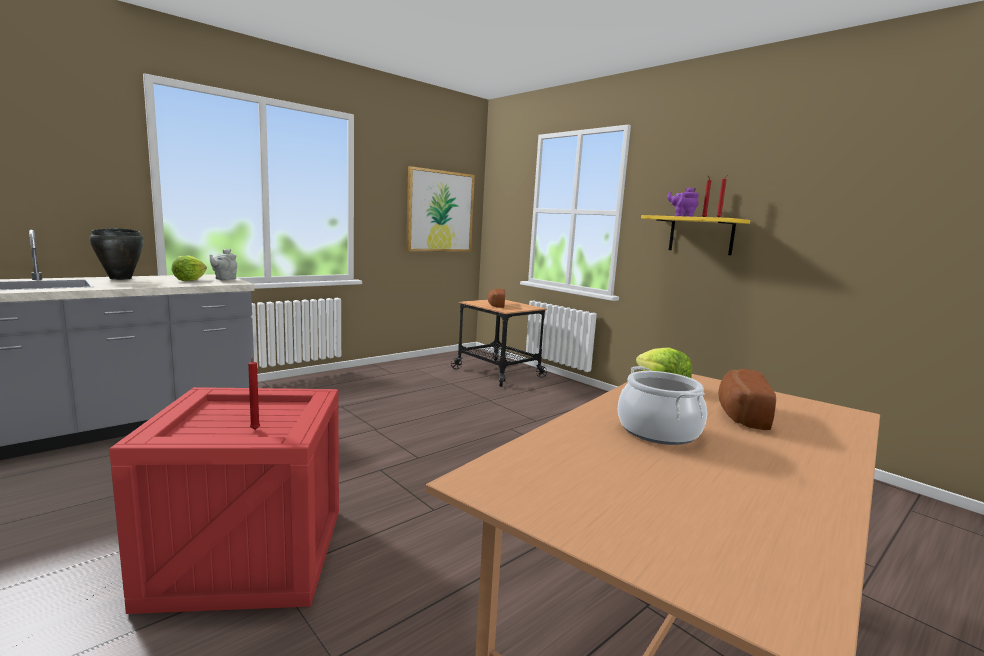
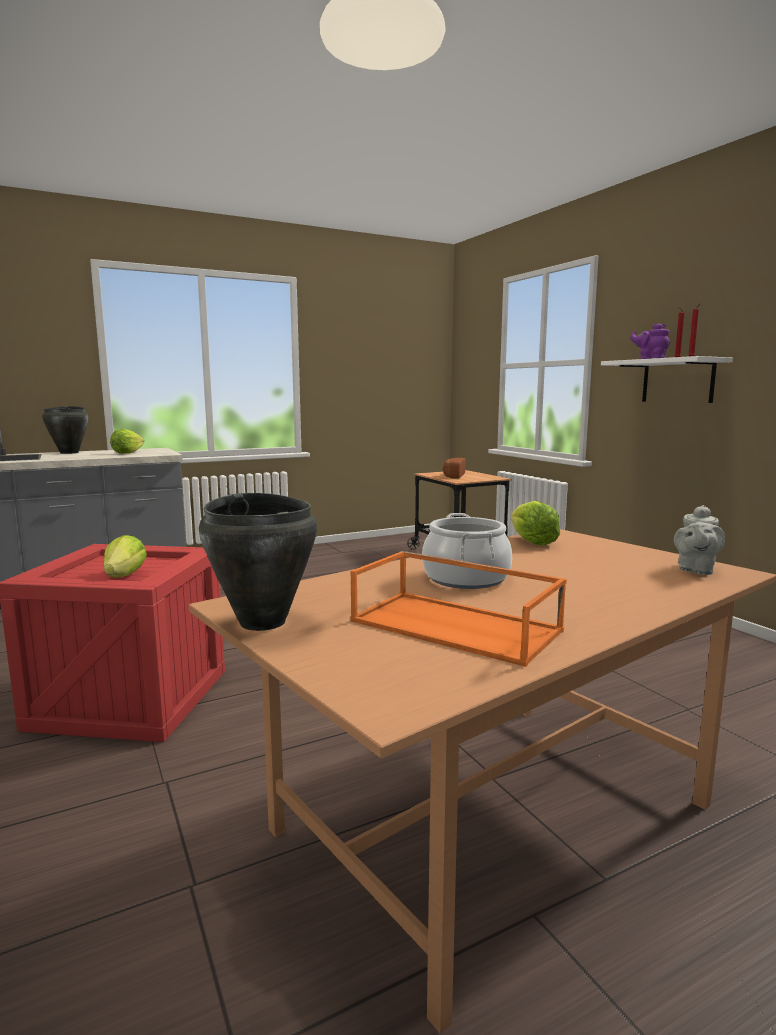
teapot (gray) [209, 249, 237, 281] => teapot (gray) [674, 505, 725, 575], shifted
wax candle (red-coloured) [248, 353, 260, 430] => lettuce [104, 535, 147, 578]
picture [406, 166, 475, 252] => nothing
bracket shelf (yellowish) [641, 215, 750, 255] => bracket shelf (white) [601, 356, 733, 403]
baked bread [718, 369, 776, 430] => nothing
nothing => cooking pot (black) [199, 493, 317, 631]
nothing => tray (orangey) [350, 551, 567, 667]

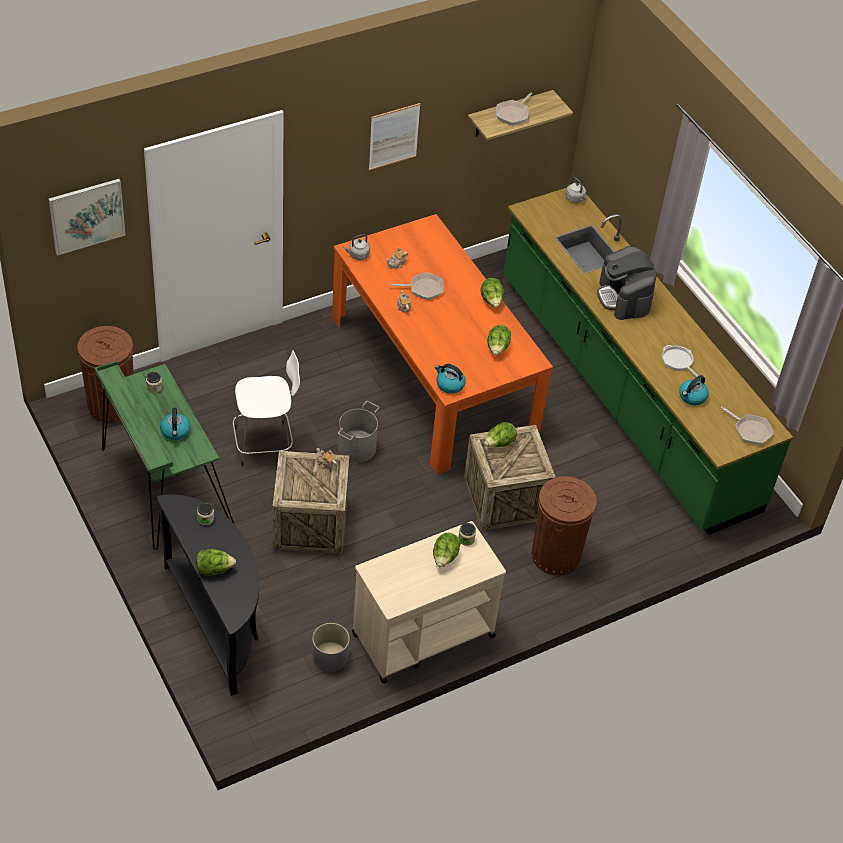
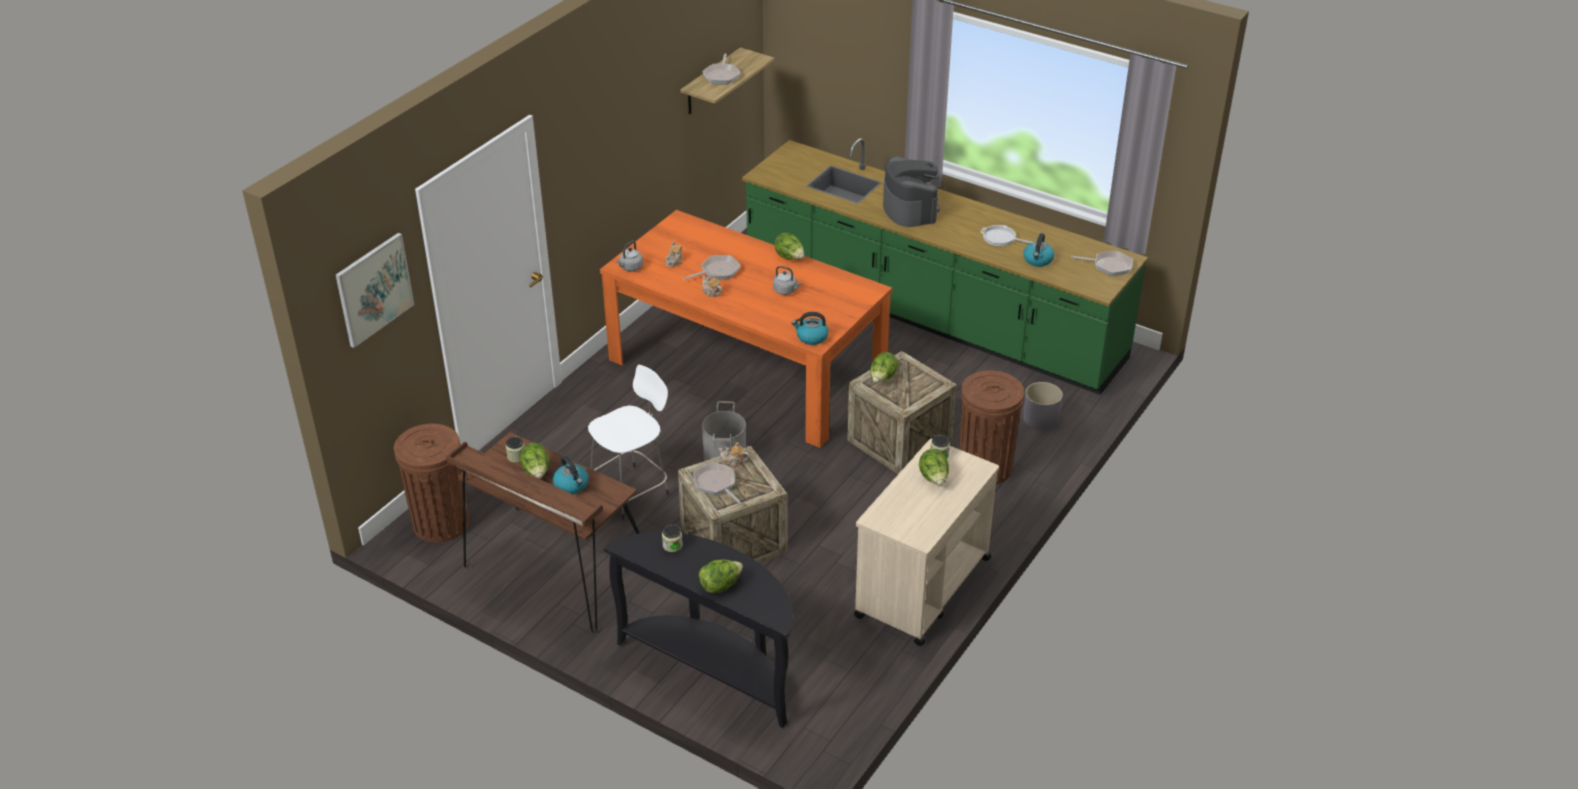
desk (green-coloured) [95, 361, 234, 550] => desk (brownish) [446, 432, 640, 633]
plant pot (gray) [312, 623, 350, 672] => plant pot (gray) [1023, 382, 1063, 430], shifted
picture [369, 103, 421, 170] => nothing
lettuce [487, 325, 511, 355] => lettuce [520, 443, 550, 479], shifted
tea kettle (gray) [565, 177, 587, 203] => tea kettle (gray) [773, 266, 802, 295], shifted
coffee maker [597, 246, 656, 320] => coffee maker [883, 156, 940, 227], 150 degrees counterclockwise
nothing => skillet [694, 462, 742, 505]

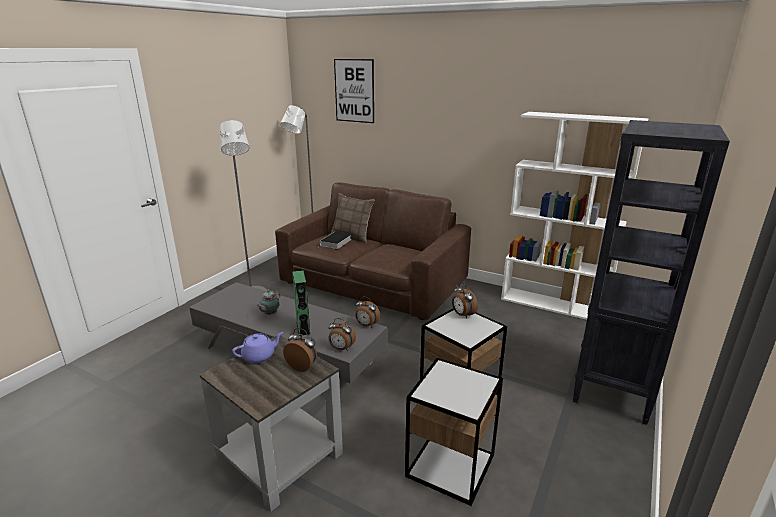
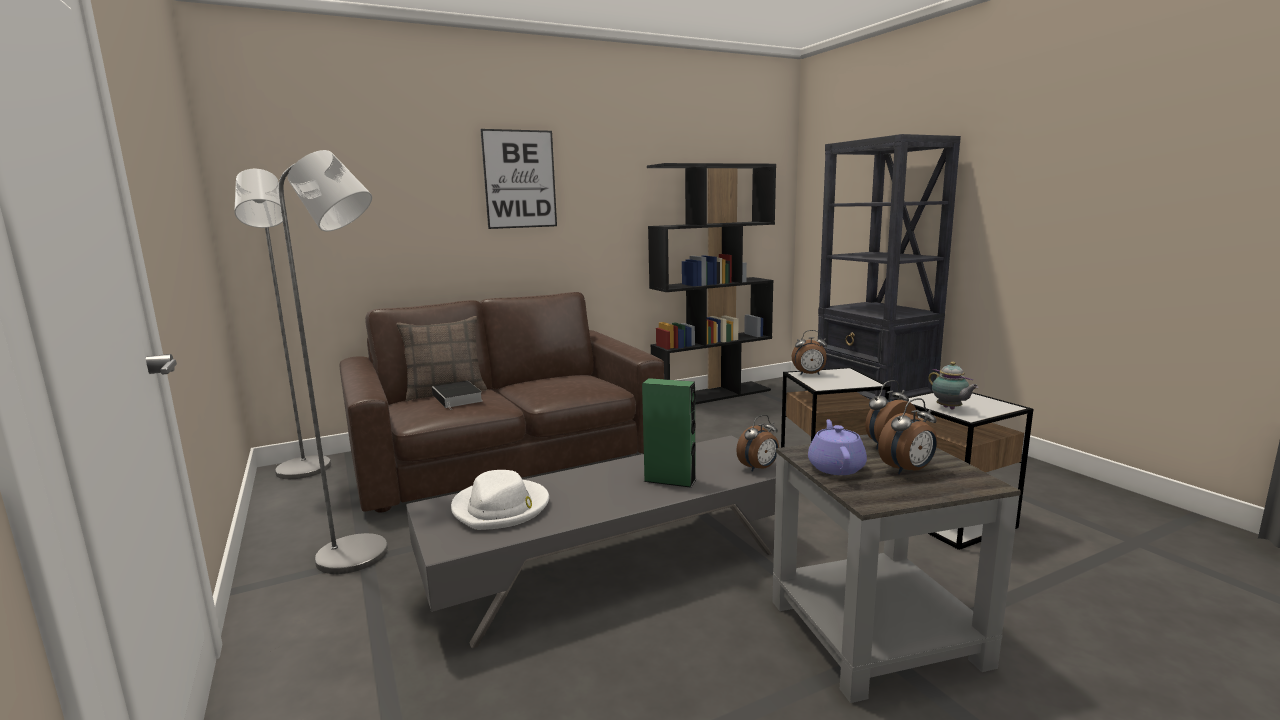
teapot [256, 289, 280, 315] => teapot [928, 362, 979, 409], shifted
picture [334, 59, 374, 123] => picture [480, 129, 557, 229], shifted
bedside clock [355, 296, 380, 327] => bedside clock [878, 398, 937, 474], shifted
bookshelf (white) [501, 112, 649, 320] => bookshelf (black) [647, 163, 776, 405]
nothing => clothing hat (white) [451, 470, 549, 530]

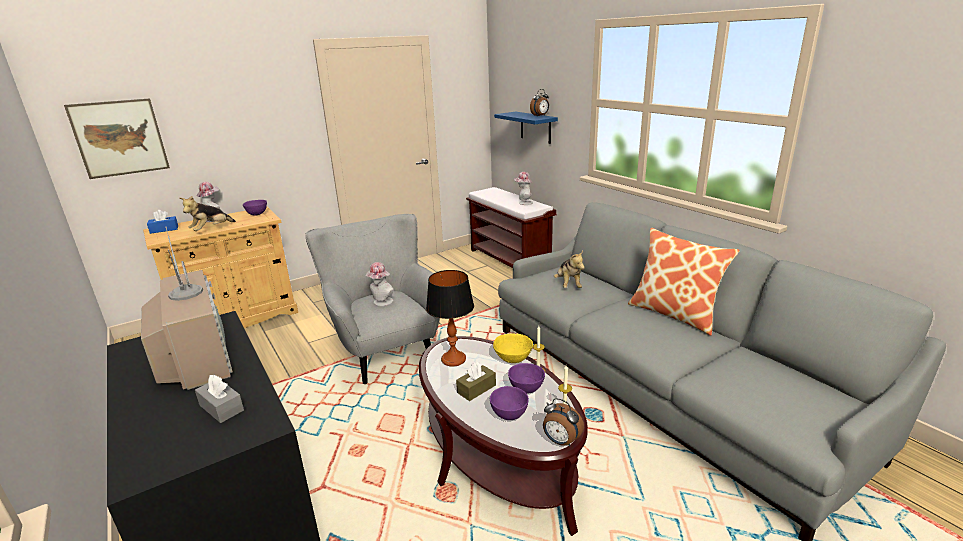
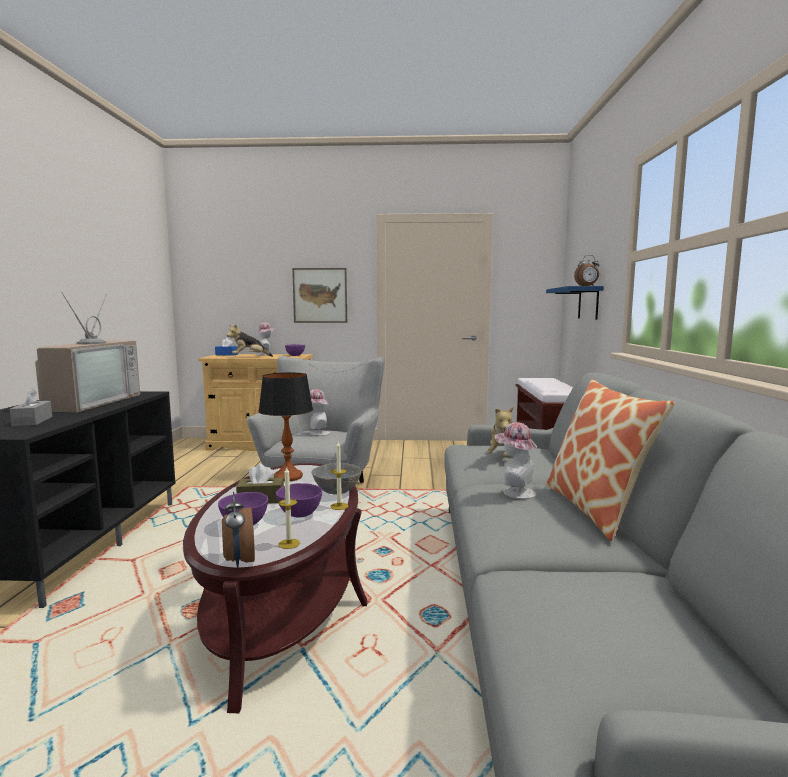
picture [64, 98, 170, 179] => picture [292, 268, 347, 323], shifted
bowl (yellowish) [493, 333, 533, 363] => bowl (gray) [312, 463, 362, 495]
clothing hat [514, 172, 533, 205] => clothing hat [494, 422, 537, 499], shifted

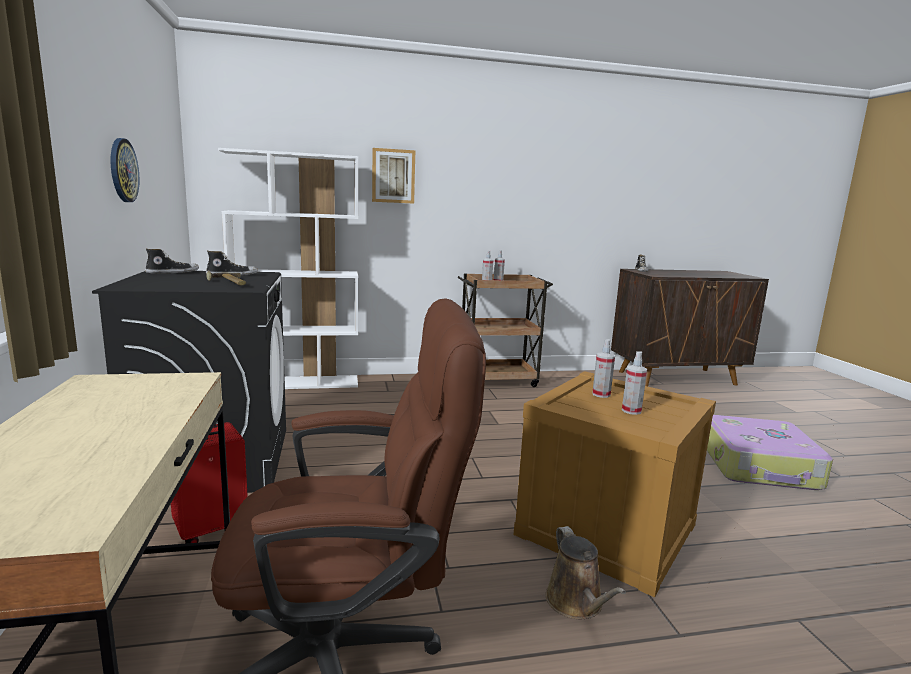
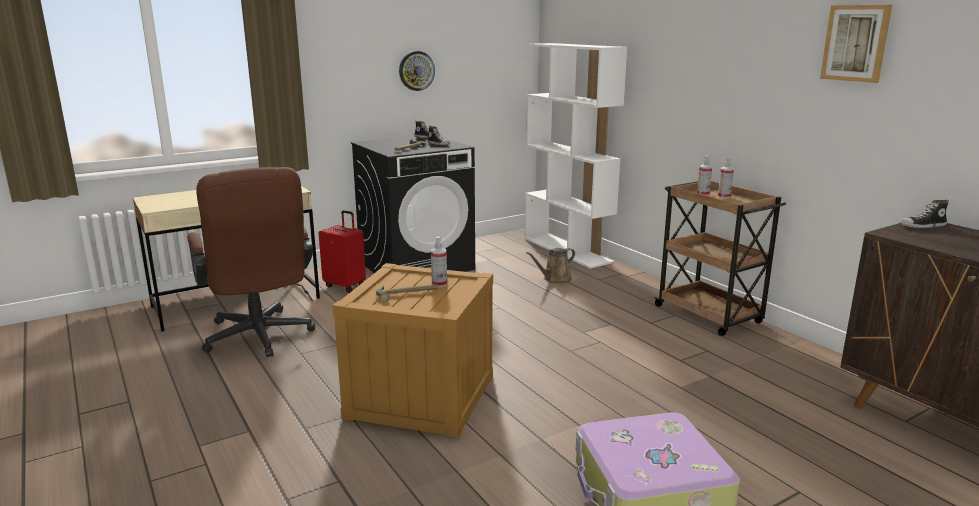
picture [372, 148, 415, 204] => picture [820, 5, 892, 83], shifted
sprinkling can (brownish) [545, 526, 626, 619] => sprinkling can (brownish) [526, 248, 575, 283], shifted
hand sprayer [622, 351, 647, 415] => hand hammer [376, 284, 438, 302]

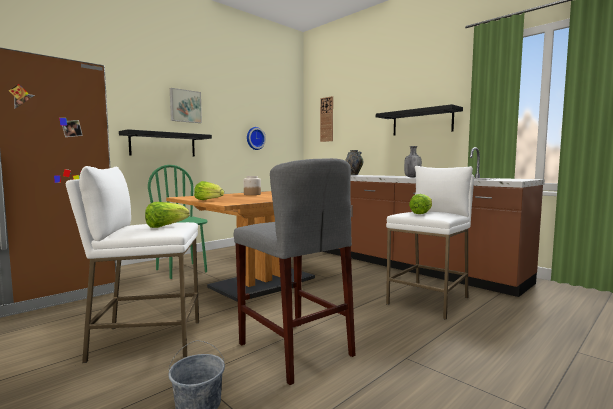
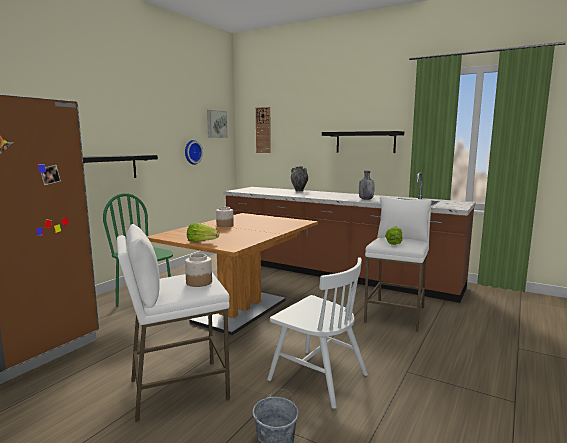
lettuce [145, 202, 190, 228] => preserve jar [185, 253, 212, 287]
picture [170, 88, 202, 123] => picture [207, 110, 228, 138], shifted
sitting stool (gray) [234, 158, 355, 385] => plain chair (white) [267, 257, 368, 409]

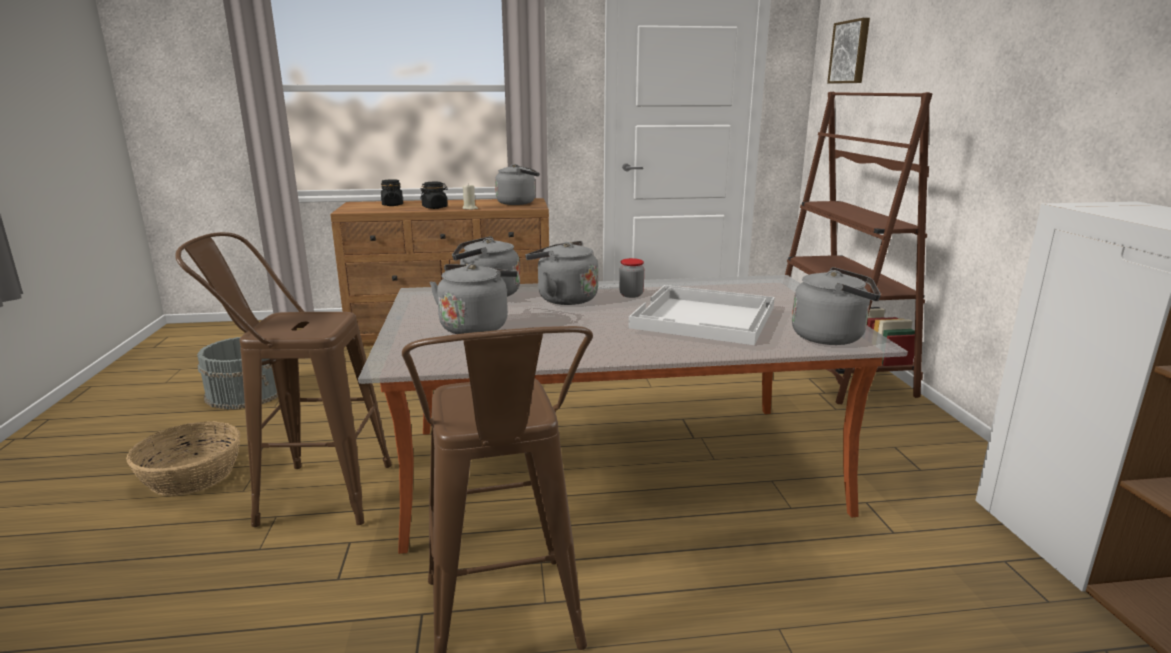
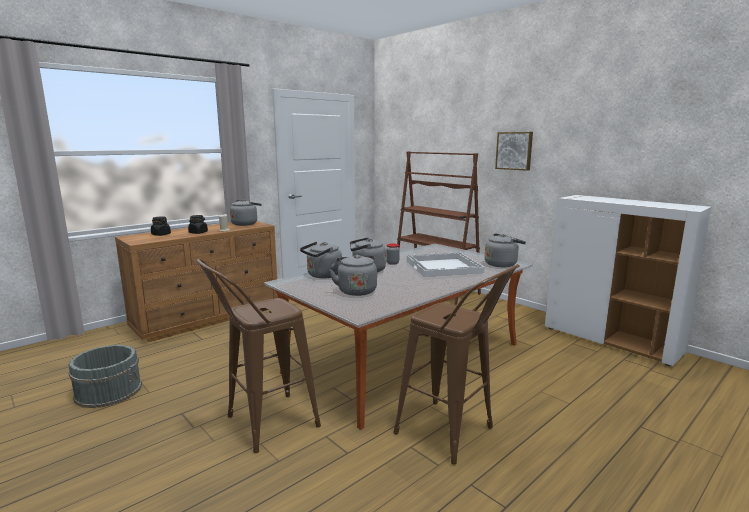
household basket [126, 421, 241, 496] => nothing
picture [827, 18, 870, 84] => picture [495, 132, 533, 171], shifted

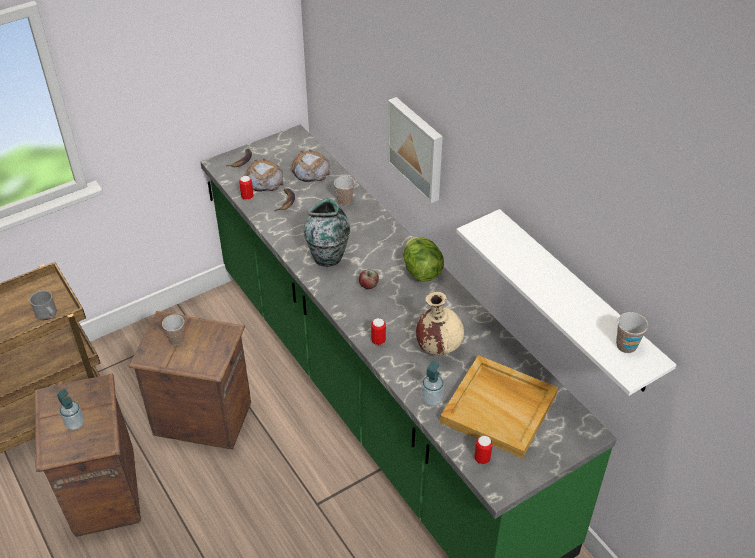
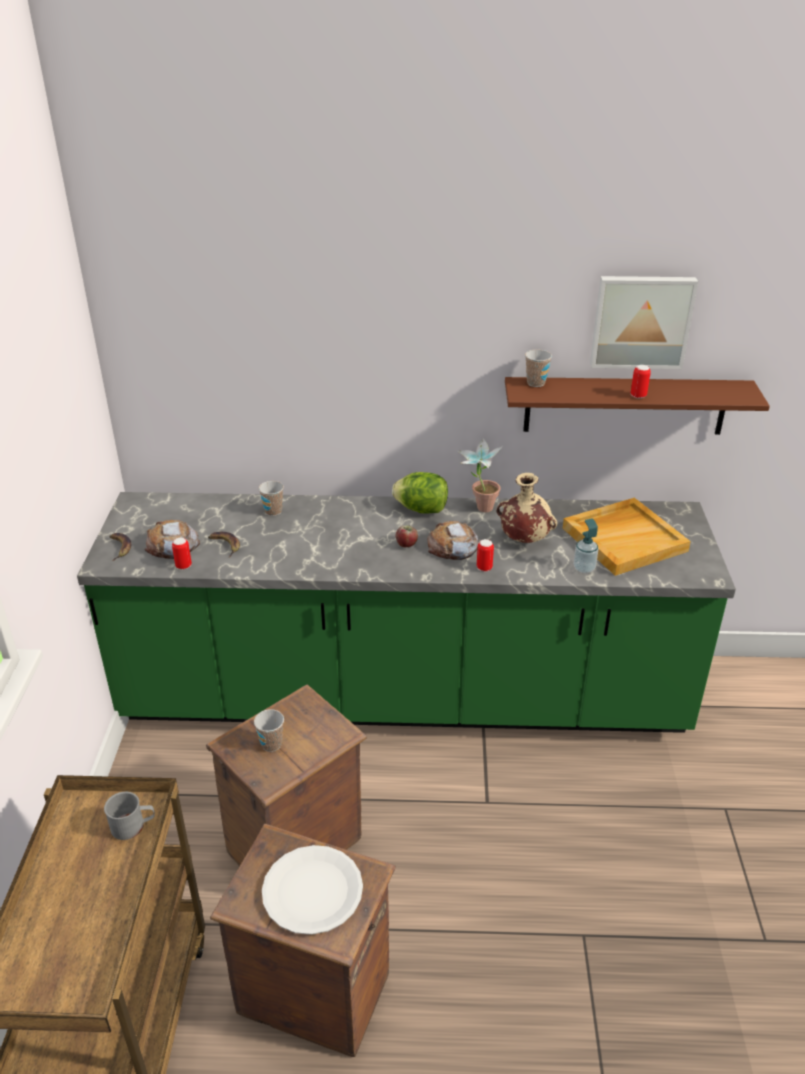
soap dispenser [57, 389, 84, 430] => dinner plate (white) [262, 845, 363, 935]
baked bread [292, 149, 330, 182] => baked bread [427, 521, 479, 560], shifted
vase [304, 198, 350, 267] => nothing
picture [387, 97, 443, 203] => picture [590, 276, 698, 369], shifted
bracket shelf (white) [456, 209, 676, 396] => bracket shelf (brownish) [505, 377, 770, 435]
sealed can [474, 436, 493, 464] => sealed can [631, 365, 651, 399], shifted
drinking cup [616, 312, 648, 353] => drinking cup [525, 350, 552, 387], shifted
nothing => plant in a pot [457, 438, 502, 512]

